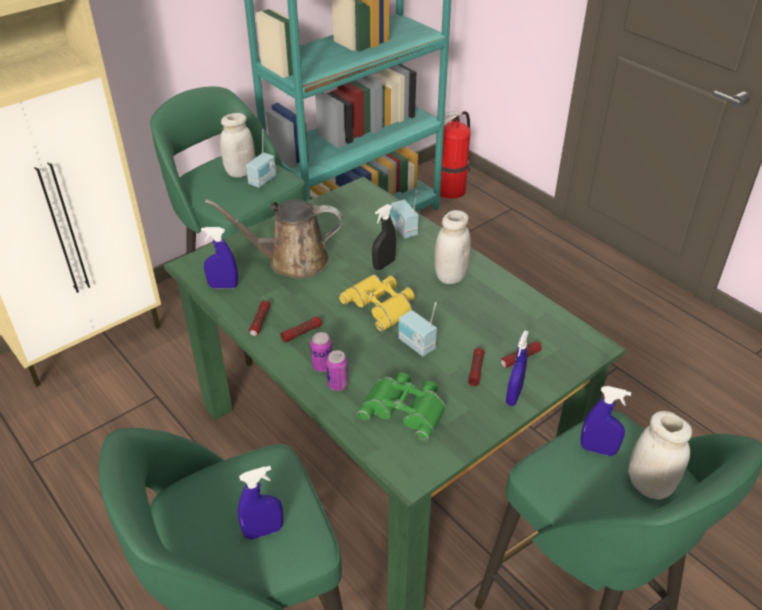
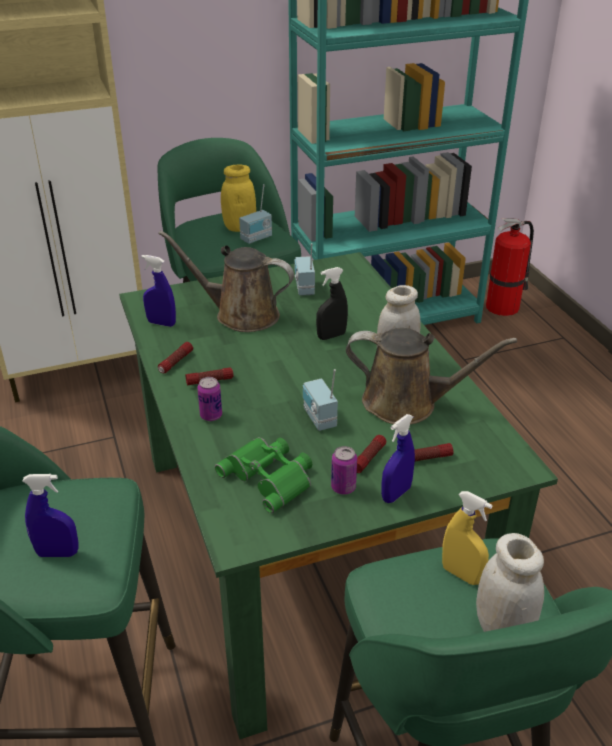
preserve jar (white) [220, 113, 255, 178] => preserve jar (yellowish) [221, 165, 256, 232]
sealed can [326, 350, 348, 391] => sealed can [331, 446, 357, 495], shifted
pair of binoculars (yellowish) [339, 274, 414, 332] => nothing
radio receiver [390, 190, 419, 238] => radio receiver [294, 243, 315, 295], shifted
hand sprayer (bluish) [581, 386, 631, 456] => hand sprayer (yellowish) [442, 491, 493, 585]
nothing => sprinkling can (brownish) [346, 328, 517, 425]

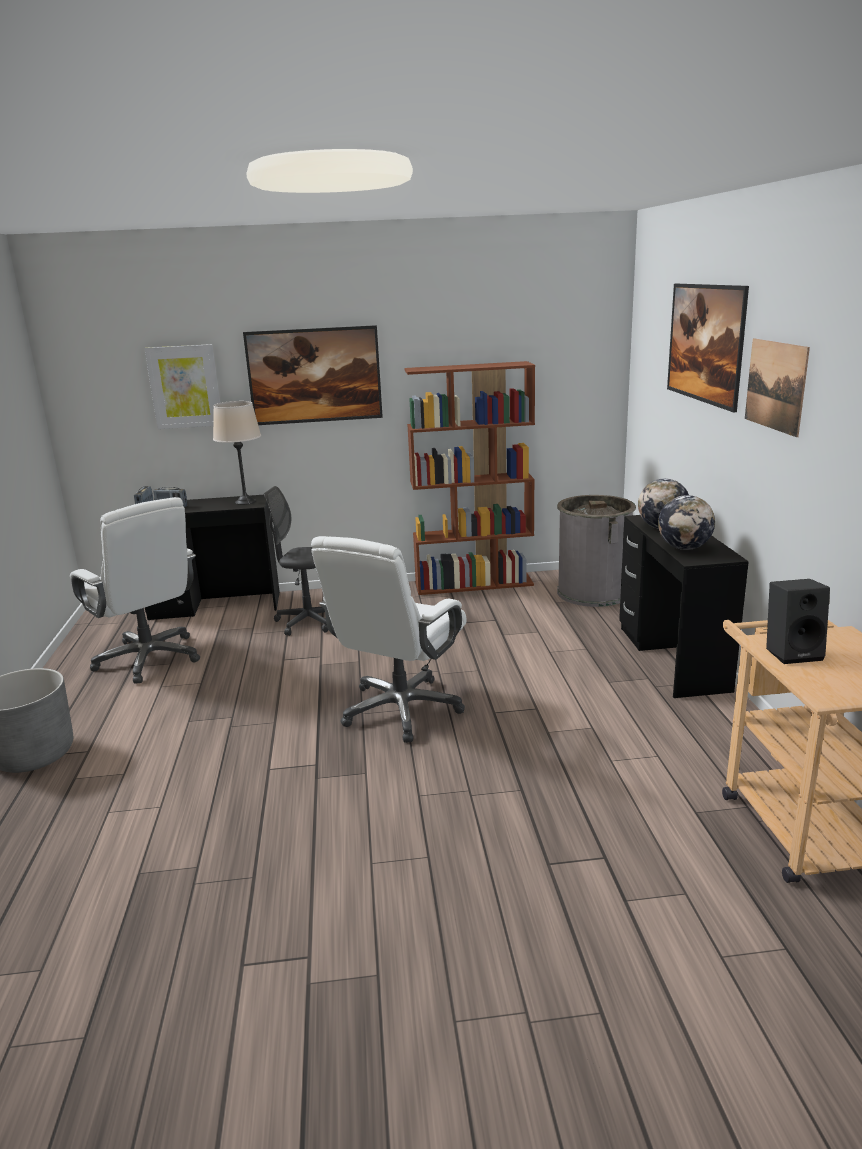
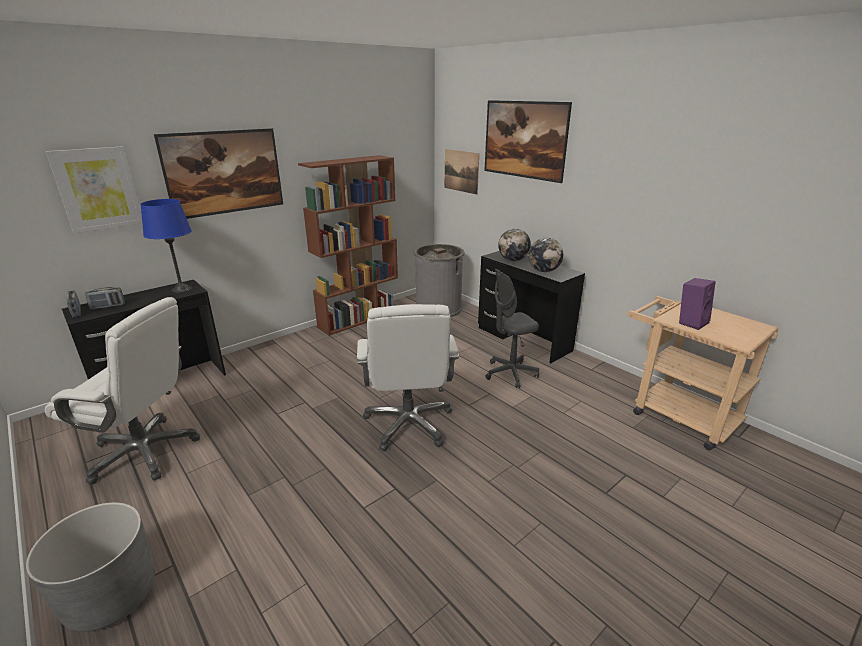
table lamp (beige) [213, 401, 261, 505] => table lamp (bluish) [140, 199, 192, 293]
desk chair (gray) [264, 486, 328, 636] => desk chair (gray) [485, 269, 539, 388], shifted
picture [745, 338, 810, 437] => picture [445, 149, 479, 195], shifted
speaker (black) [766, 579, 830, 664] => speaker (purple) [679, 278, 716, 330]

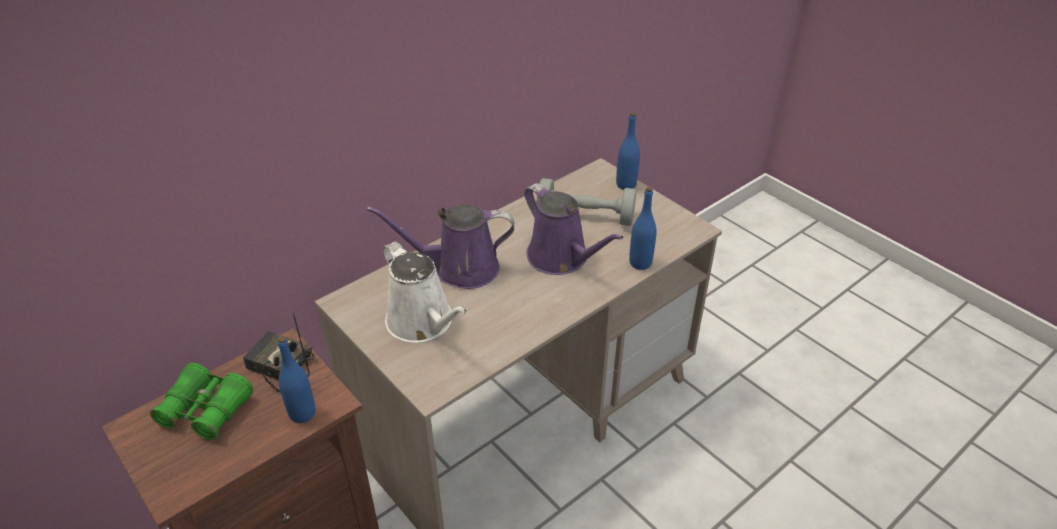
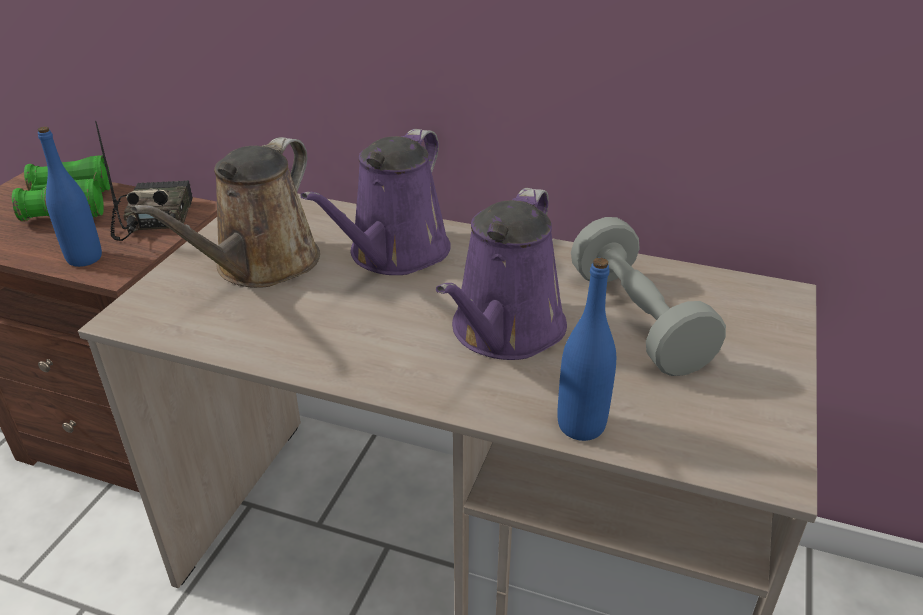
sprinkling can (purple) [367, 204, 514, 289] => sprinkling can (purple) [301, 129, 451, 275], 120 degrees counterclockwise
sprinkling can (white) [383, 241, 468, 343] => sprinkling can (brownish) [131, 137, 320, 288]
bottle (bluish) [616, 113, 640, 190] => nothing

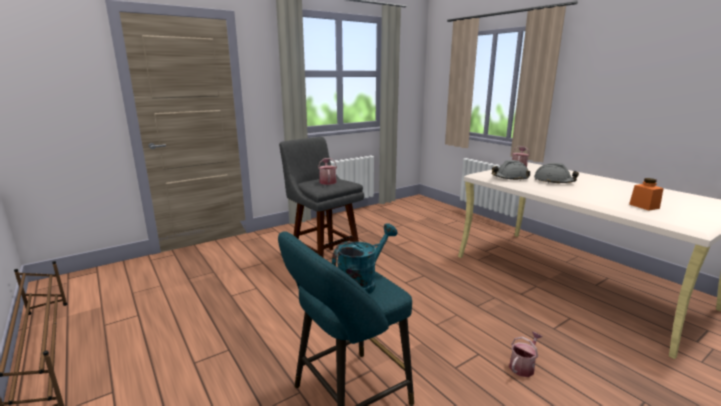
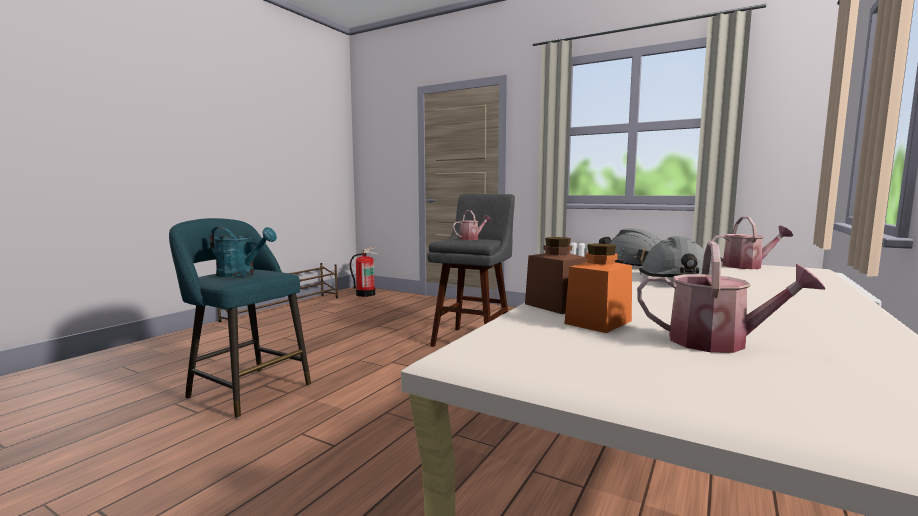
sprinkling can [509, 332, 543, 377] => sprinkling can [637, 241, 825, 353], shifted
nothing => fire-fighting cylinder [350, 247, 379, 297]
nothing => preserve jar (brownish) [525, 237, 587, 314]

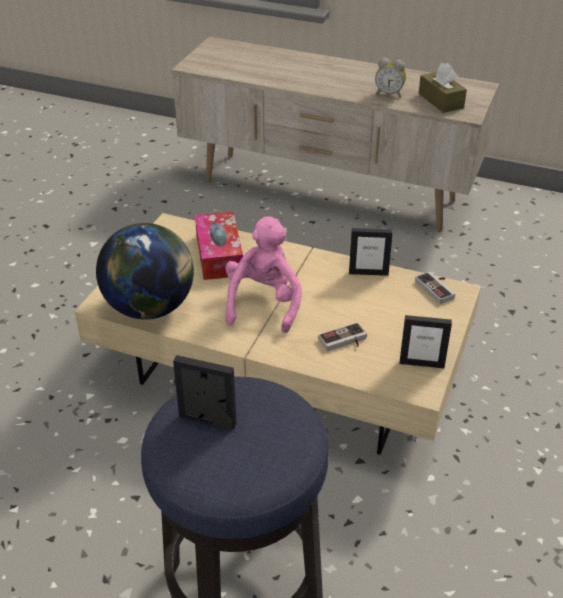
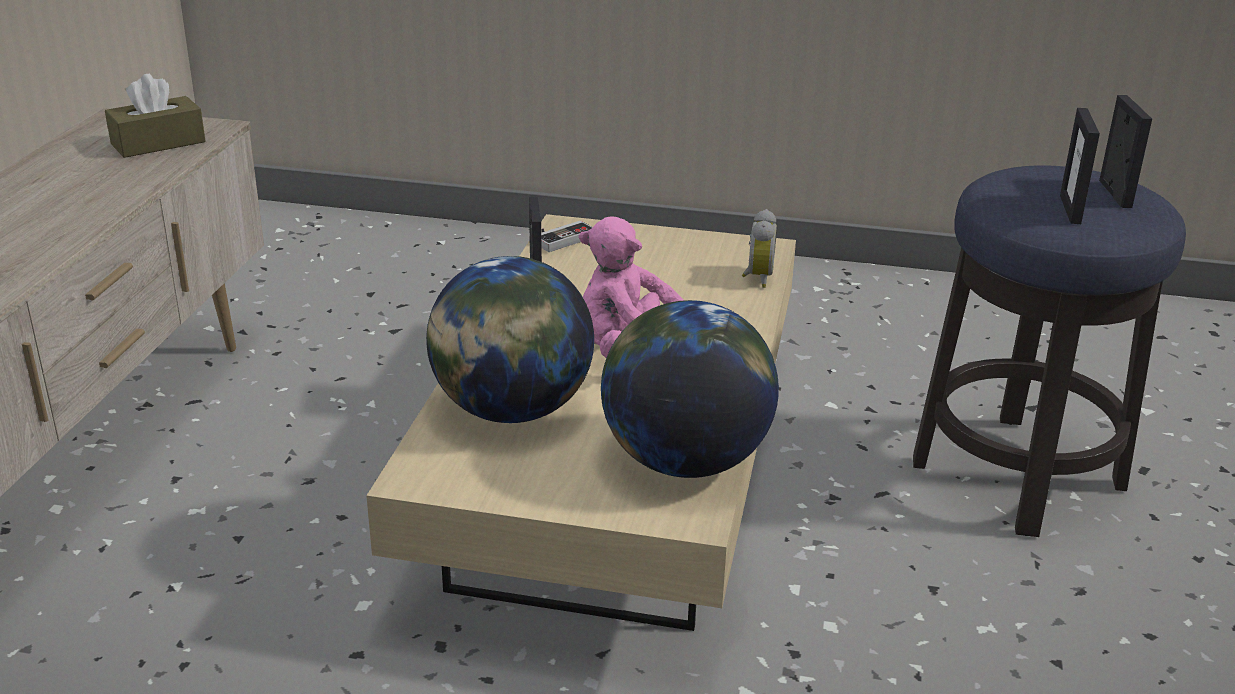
tissue holder [195, 212, 243, 280] => desk globe [426, 256, 594, 423]
joypad [318, 322, 367, 351] => nothing
bedside clock [375, 58, 406, 98] => bedside clock [742, 209, 777, 288], shifted
photo frame [400, 315, 452, 368] => photo frame [1099, 95, 1152, 208], shifted

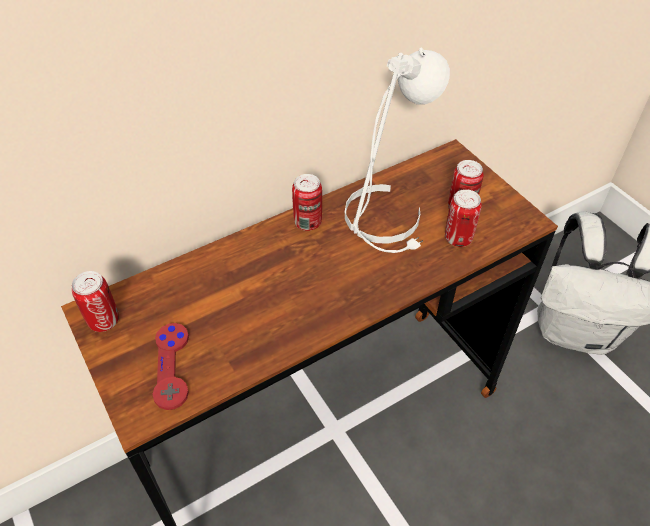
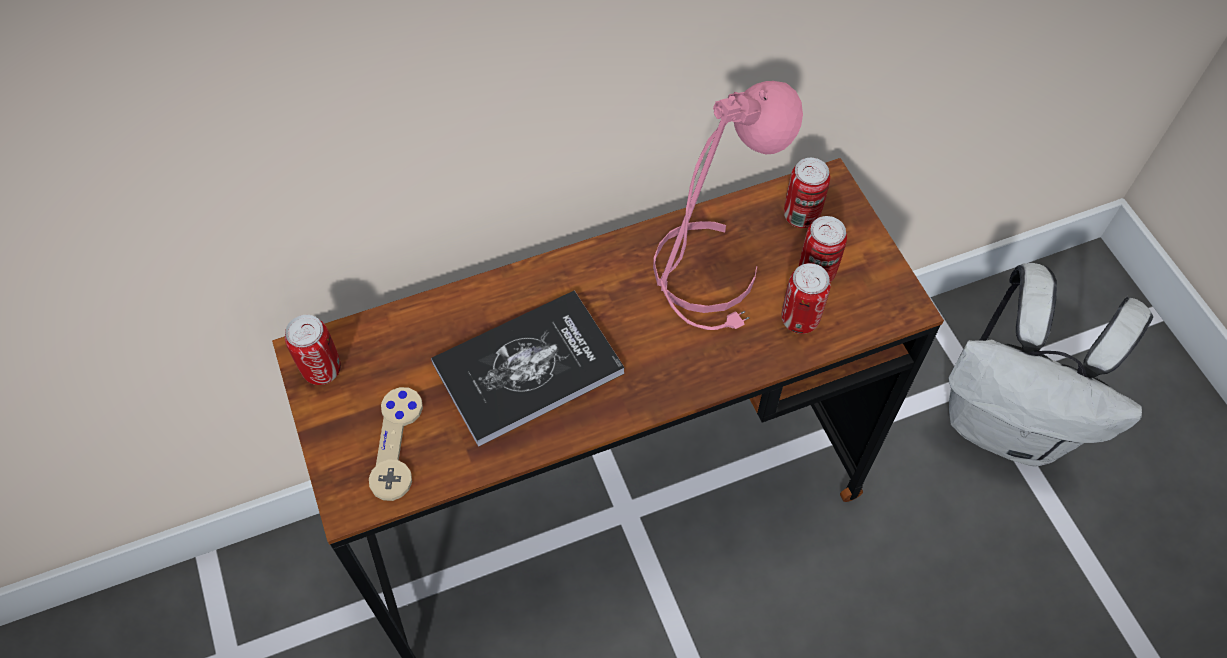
joypad (red-coloured) [153, 323, 189, 410] => joypad (beige) [369, 387, 423, 501]
sealed can [292, 174, 322, 231] => sealed can [784, 158, 830, 228], shifted
table lamp (white) [345, 48, 450, 253] => table lamp (pink) [653, 81, 803, 330]
nothing => volume [431, 291, 625, 447]

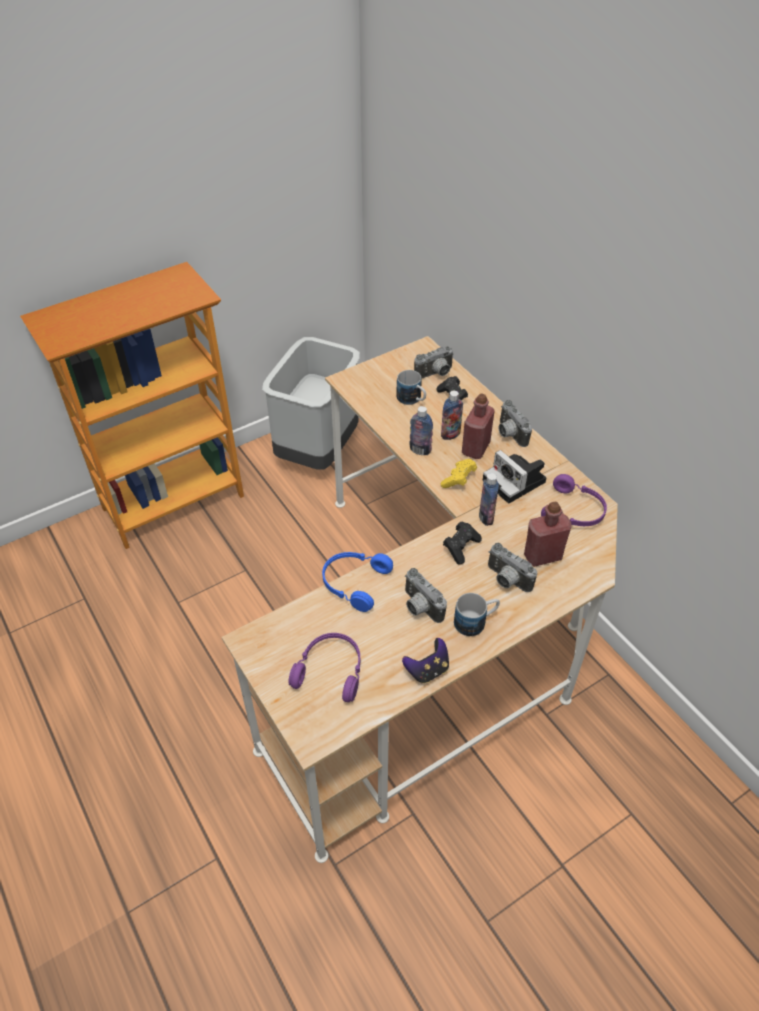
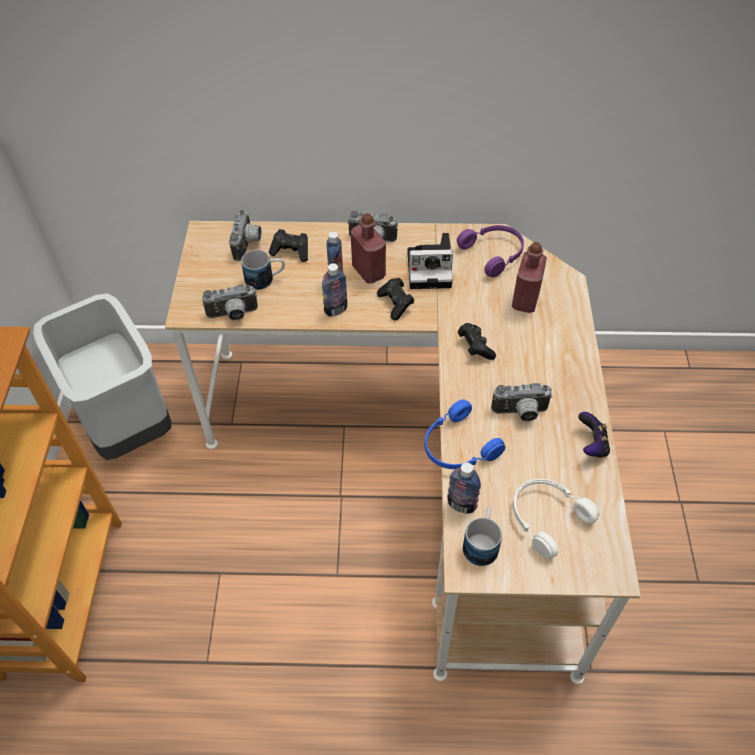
headphones (purple) [288, 633, 360, 702] => headphones (white) [513, 479, 599, 559]
joypad (yellowish) [441, 459, 477, 488] => joypad (black) [377, 278, 414, 320]
tea mug [454, 593, 500, 636] => tea mug [463, 506, 502, 566], shifted
bottle [479, 473, 499, 526] => bottle [447, 462, 481, 514], shifted
photo camera [488, 543, 537, 592] => photo camera [202, 285, 258, 321], shifted

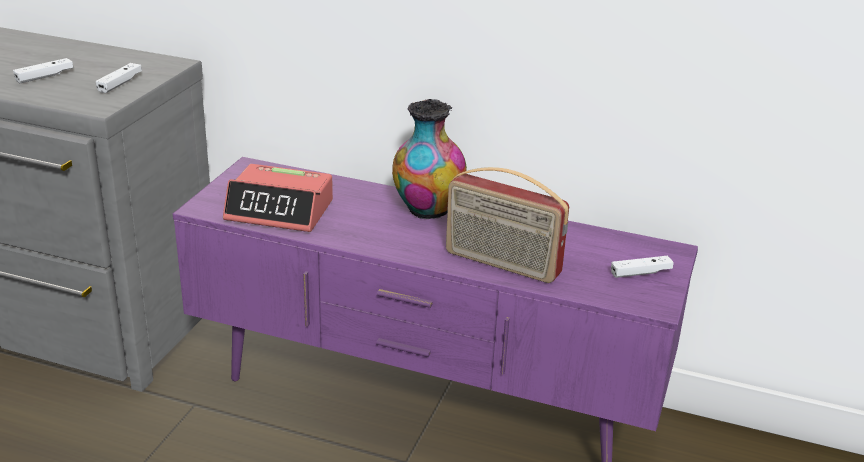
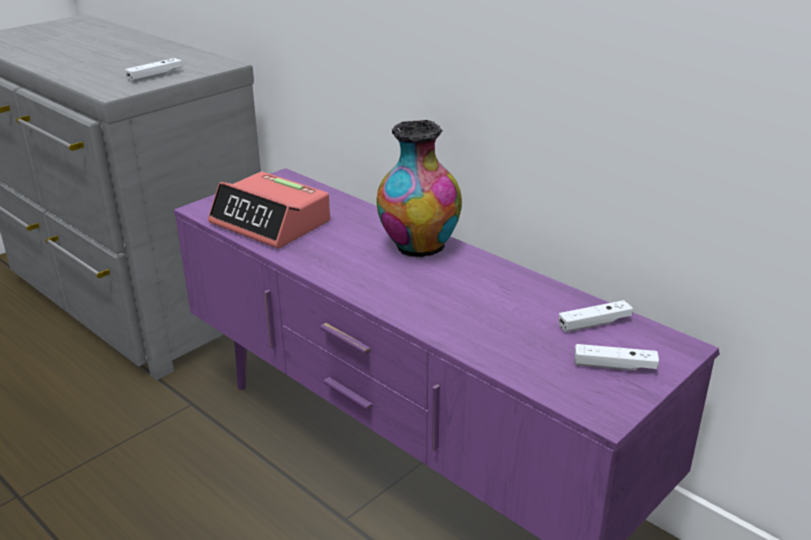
joypad (white) [13, 58, 73, 83] => joypad (white) [559, 300, 633, 332], shifted
radio receiver [446, 167, 569, 283] => nothing

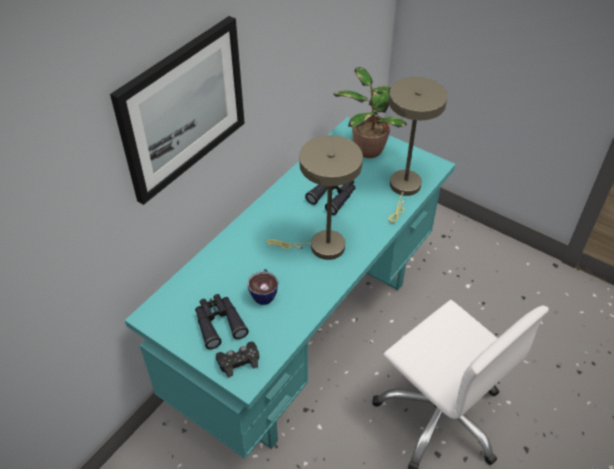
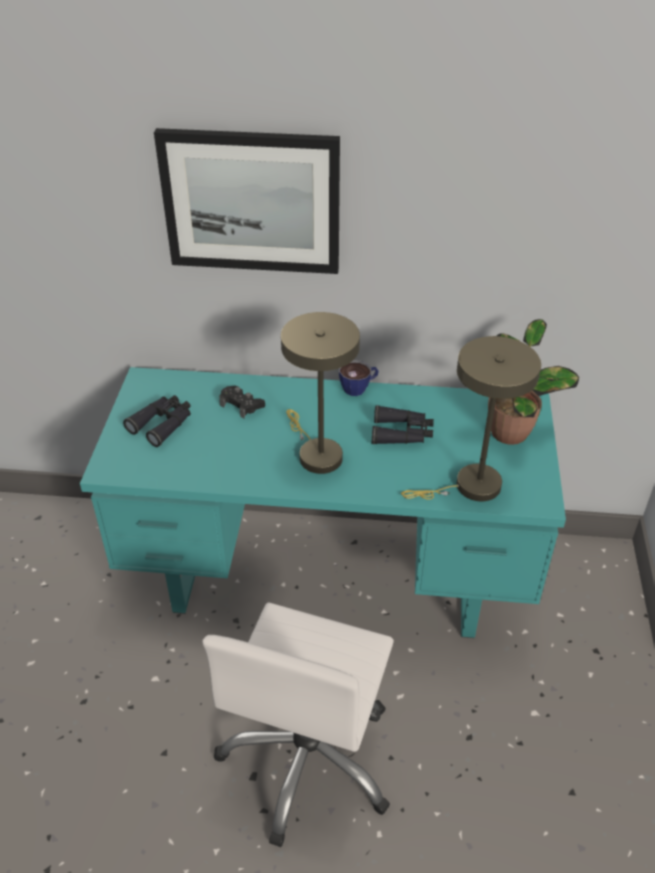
joypad (black) [216, 342, 259, 377] => joypad (black) [219, 386, 265, 418], shifted
drinking cup [247, 269, 278, 305] => drinking cup [339, 360, 379, 396], shifted

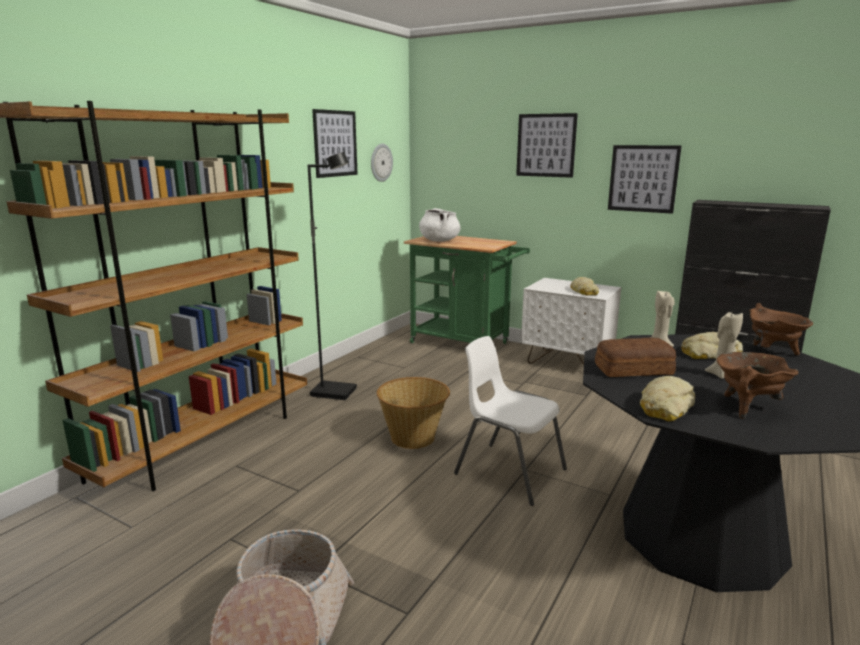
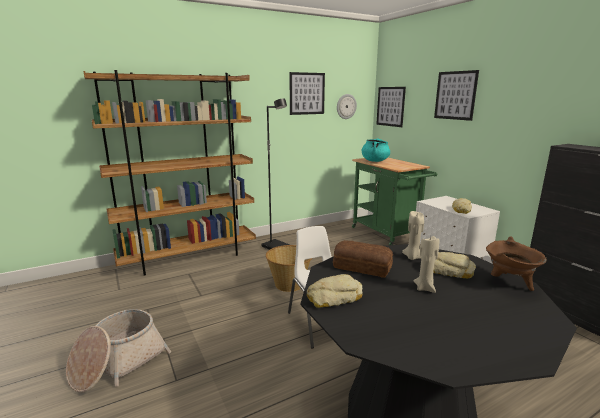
cooking pot (white) [419, 208, 461, 242] => cooking pot (blue-green) [362, 138, 390, 162]
picture [608, 145, 682, 214] => picture [376, 87, 406, 127], shifted
cooking pot (brownish) [717, 352, 799, 419] => nothing

